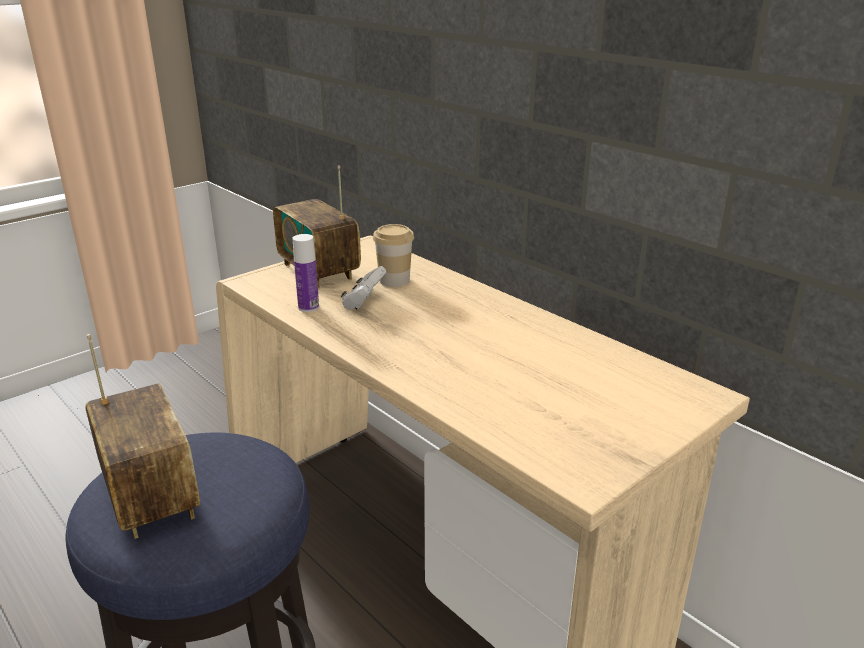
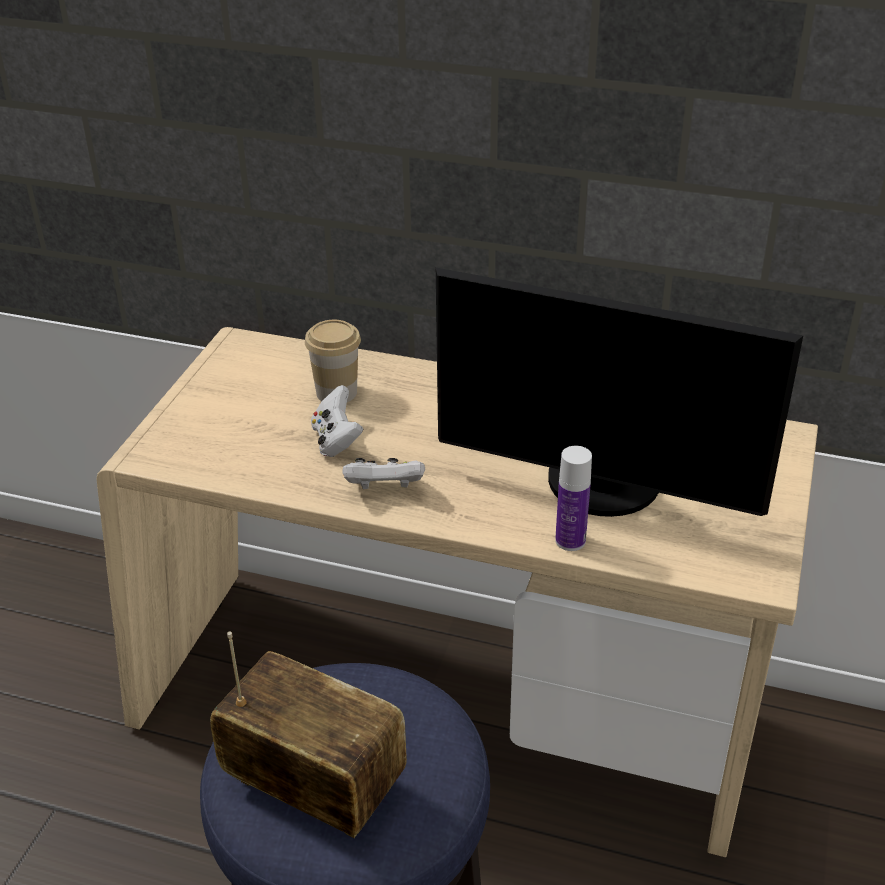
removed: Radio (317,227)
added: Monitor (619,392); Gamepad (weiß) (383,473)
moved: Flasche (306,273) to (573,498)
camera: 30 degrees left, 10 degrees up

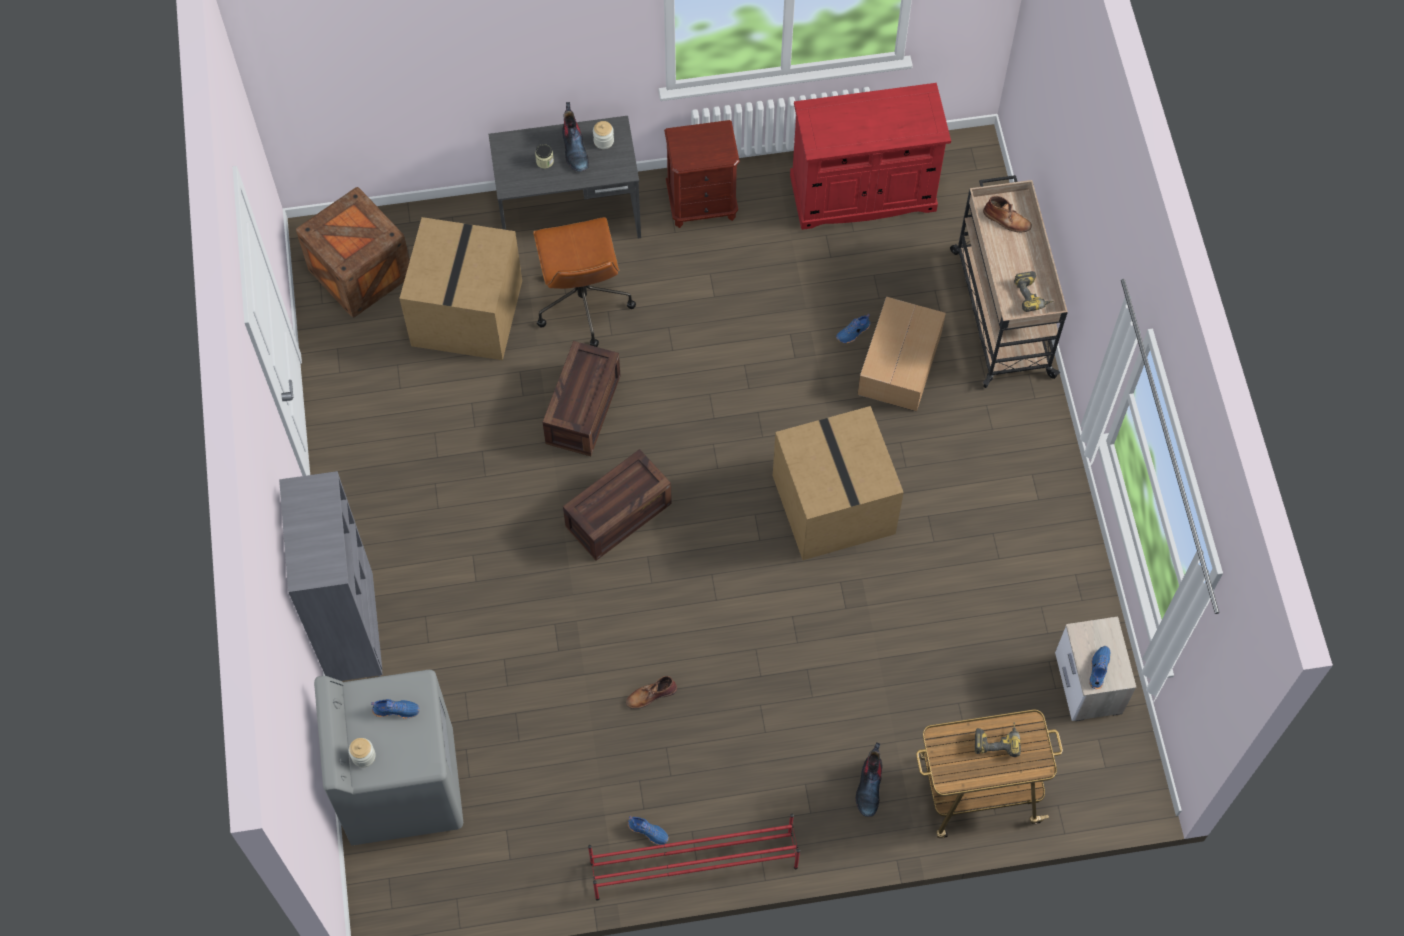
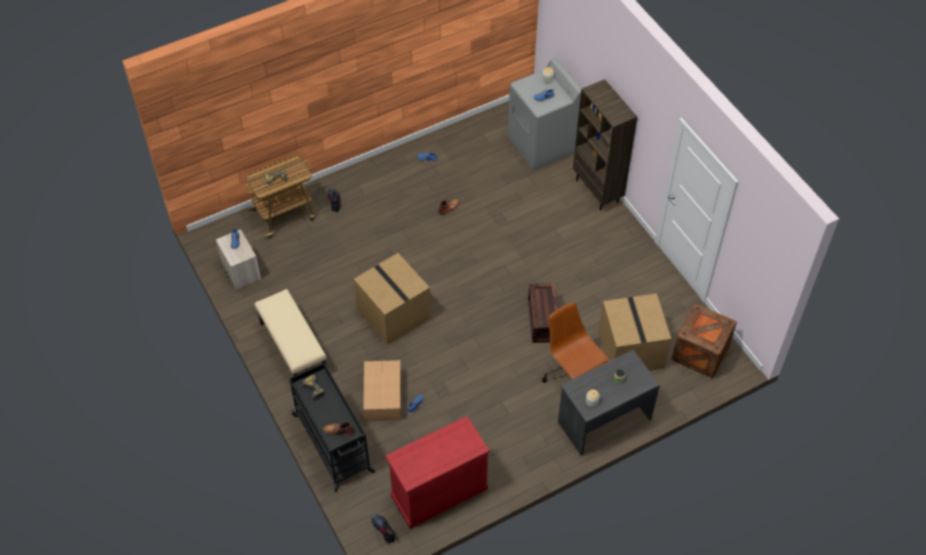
removed: Nachttisch (braun) (702,174); Kiste (617,505); Schuhregal (rot) (694,857)
added: Bank (beige) (290,333)
moved: Stiefel (575,137) to (383,529)
recoloured: Rollwagen (beige) (1009,281) to Rollwagen (schwarz) (332,427); Bücherregal (grau) (330,576) to Bücherregal (braun) (605,144)
camera: 160 degrees right, 10 degrees down

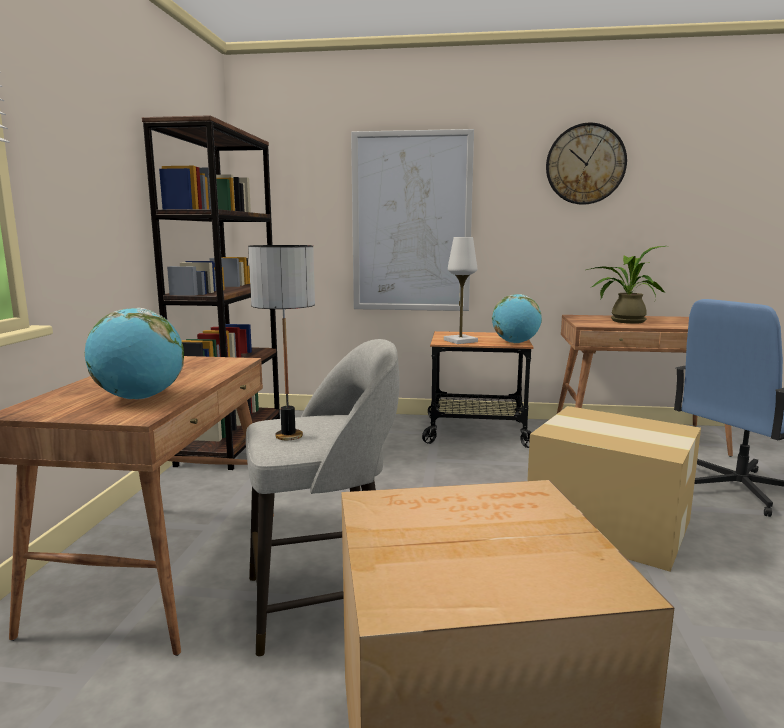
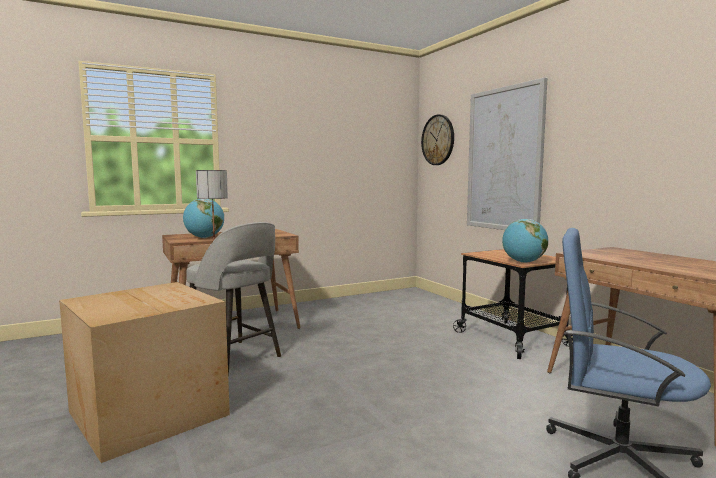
removed: Bücherregal (braun) (211,292); Tischlampe (weiß) (461,290); Topfpflanze (626,285); Karton (614,489)
moved: Wanduhr (586,163) to (437,139)
camera: 55 degrees right, 5 degrees down

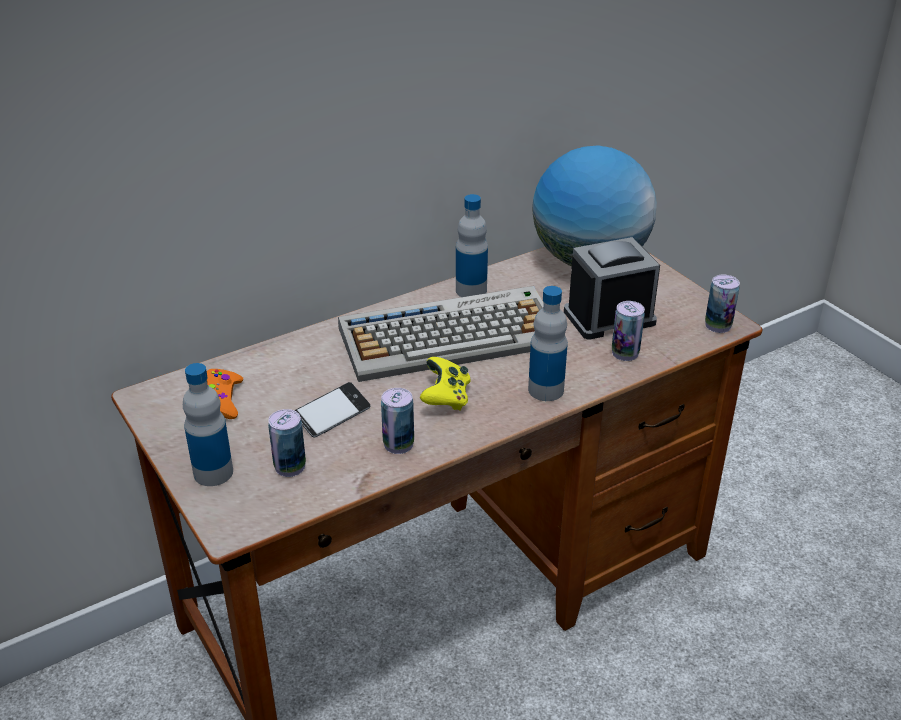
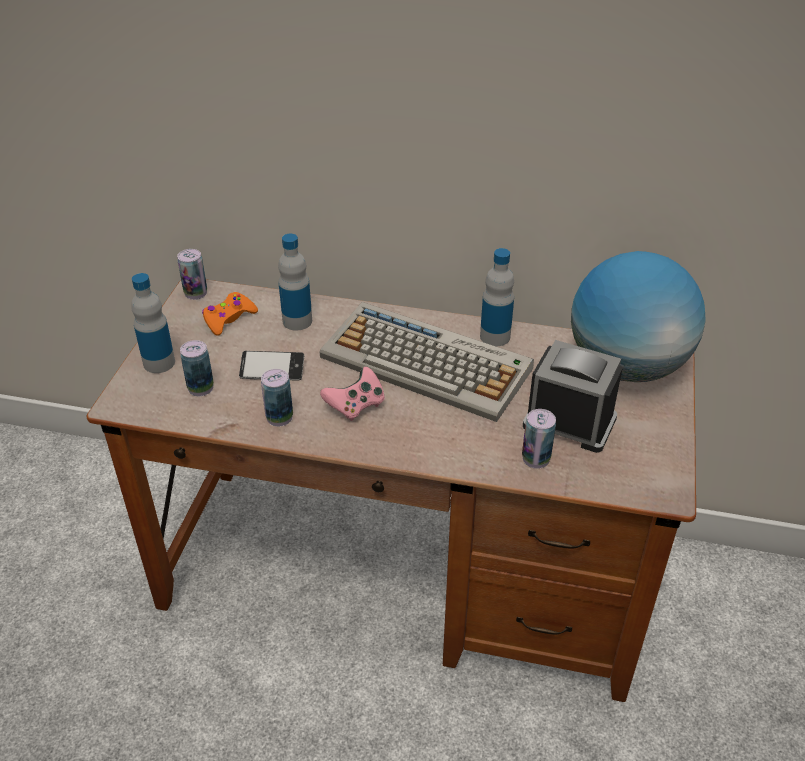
moved: Dose (722,304) to (192,274); Flasche (548,343) to (295,282)
recoloured: Gamepad (gelb) (445,384) to Gamepad (rosa) (352,394)
camera: 45 degrees right, 5 degrees up

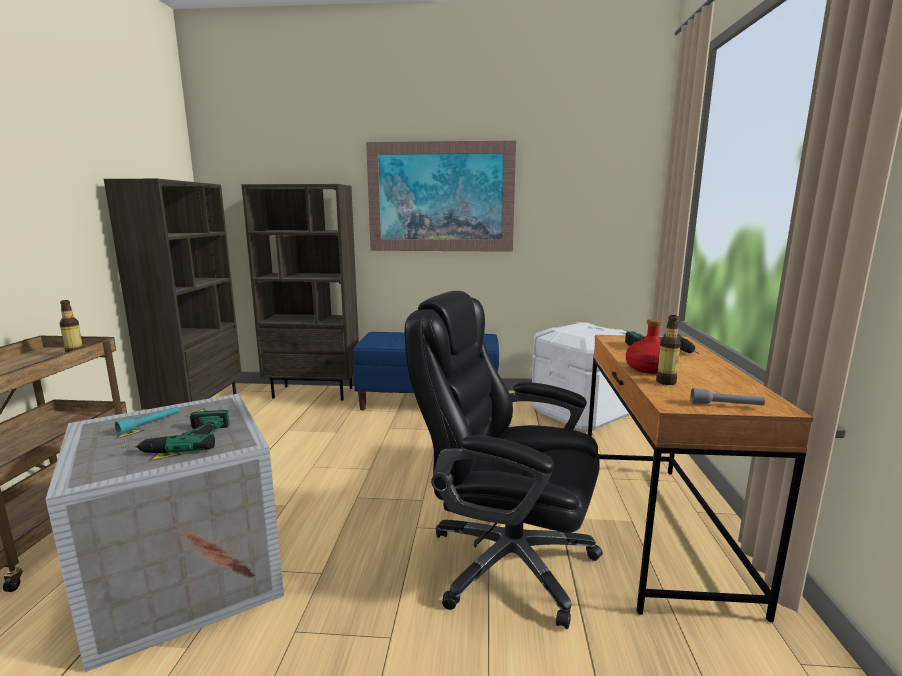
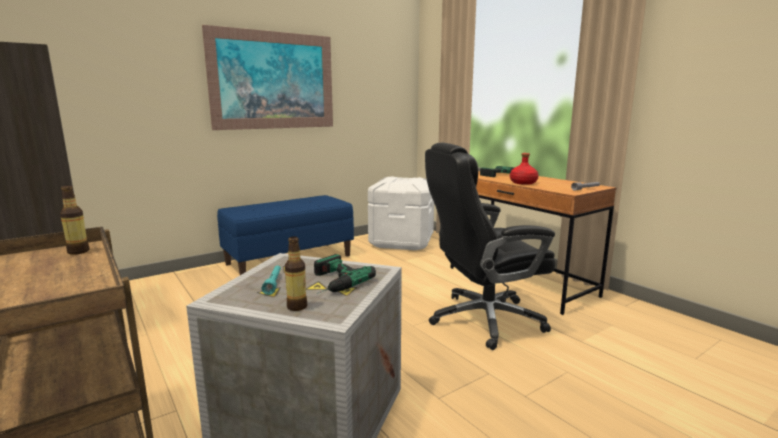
removed: Bücherregal (braun) (300,292)
moved: Flasche (668,350) to (296,273)
camera: 40 degrees left, 0 degrees up

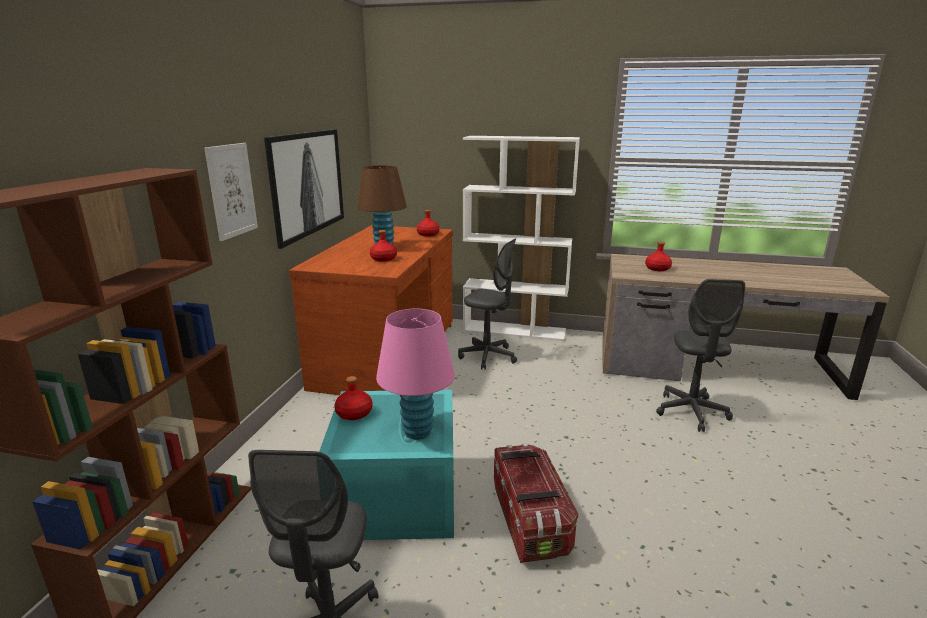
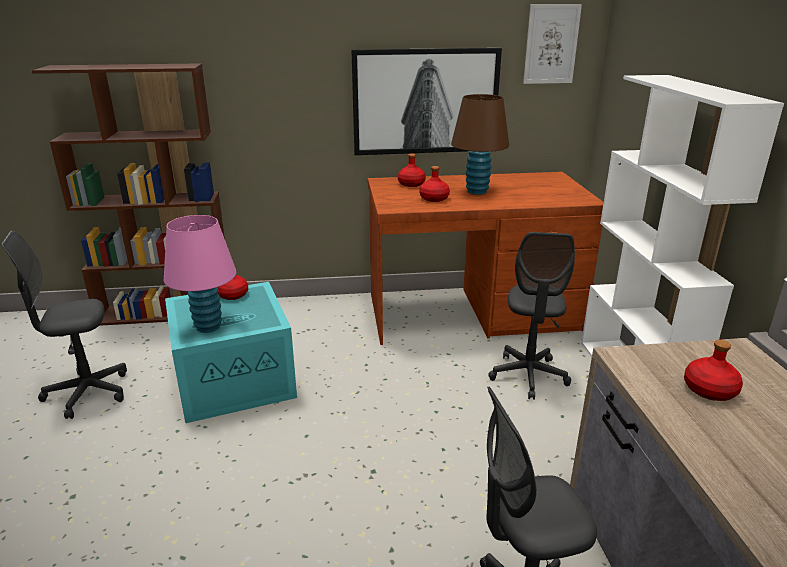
removed: Aufbewahrungsbox (536,503)
moved: Bild (231,192) to (552,44); Flasche (rot) (428,223) to (412,170)
camera: 70 degrees right, 5 degrees up

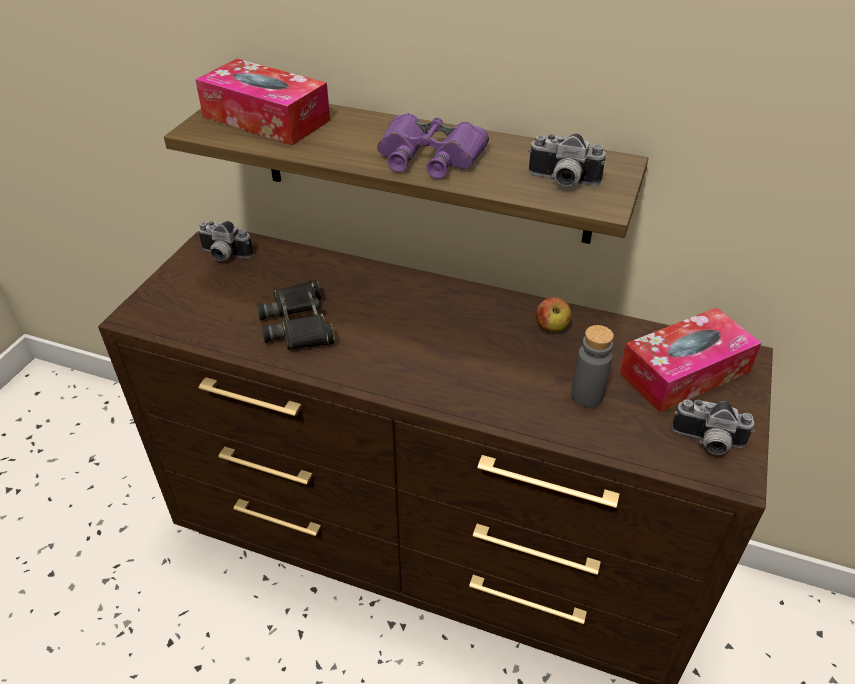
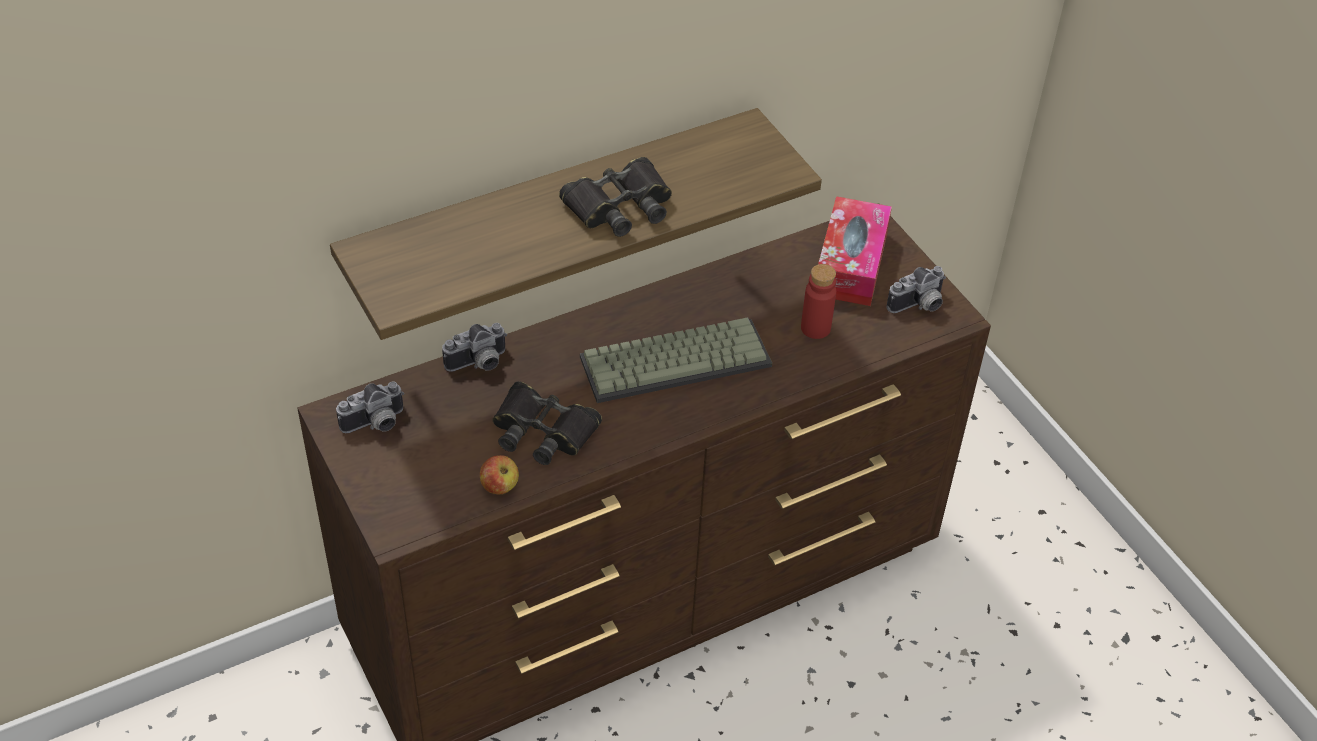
removed: Taschentuchbox (262,102)
added: Tastatur (676,360)
moved: Kamera (567,160) to (474,347); Apfel (554,314) to (499,475)
recoloured: Fernglas (lila) (433,146) to Fernglas (schwarz) (615,197); Flasche (grau) (592,366) to Flasche (rot) (818,301)
camera: 50 degrees left, 5 degrees up

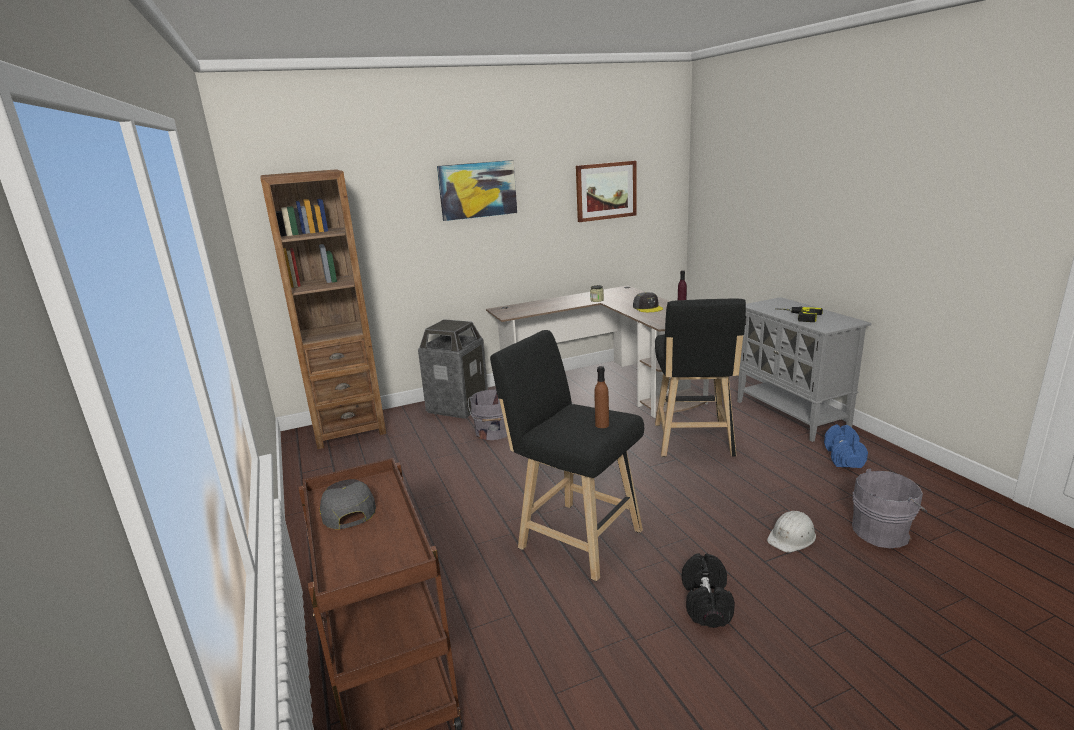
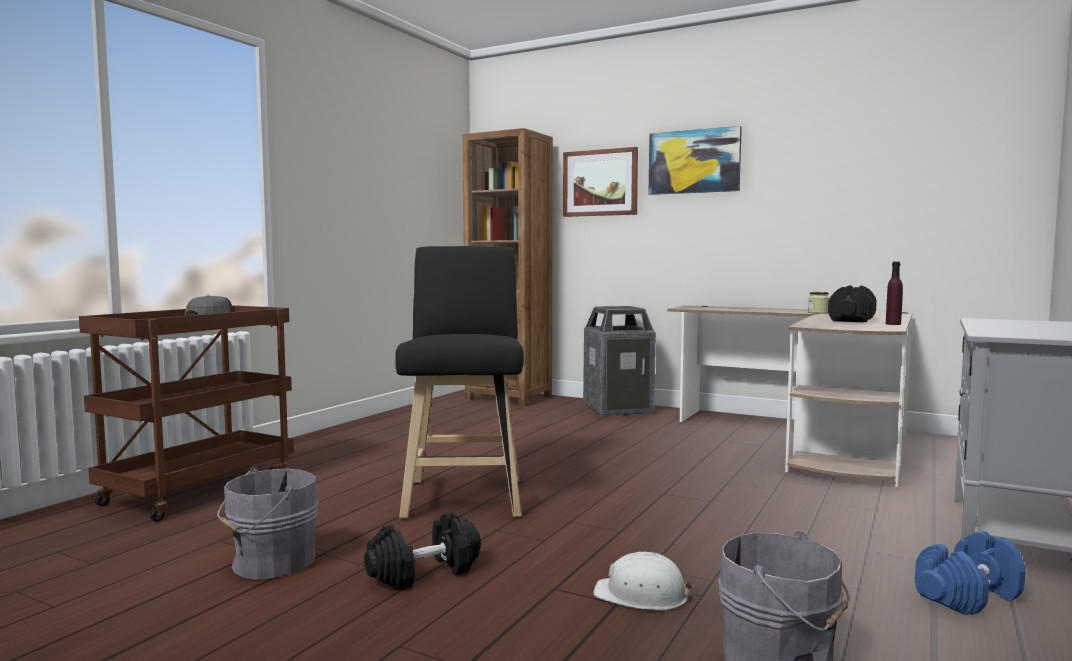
removed: Hocker (schwarz) (700,377); Bohrmaschine (799,314); Flasche (braun) (601,397)
moved: Bild (606,191) to (600,182); Eimer (grau) (487,415) to (268,523)
replaced: Kappe (grau) (648,302) to Hantel (schwarz) (852,303)
camera: 50 degrees right, 15 degrees down

